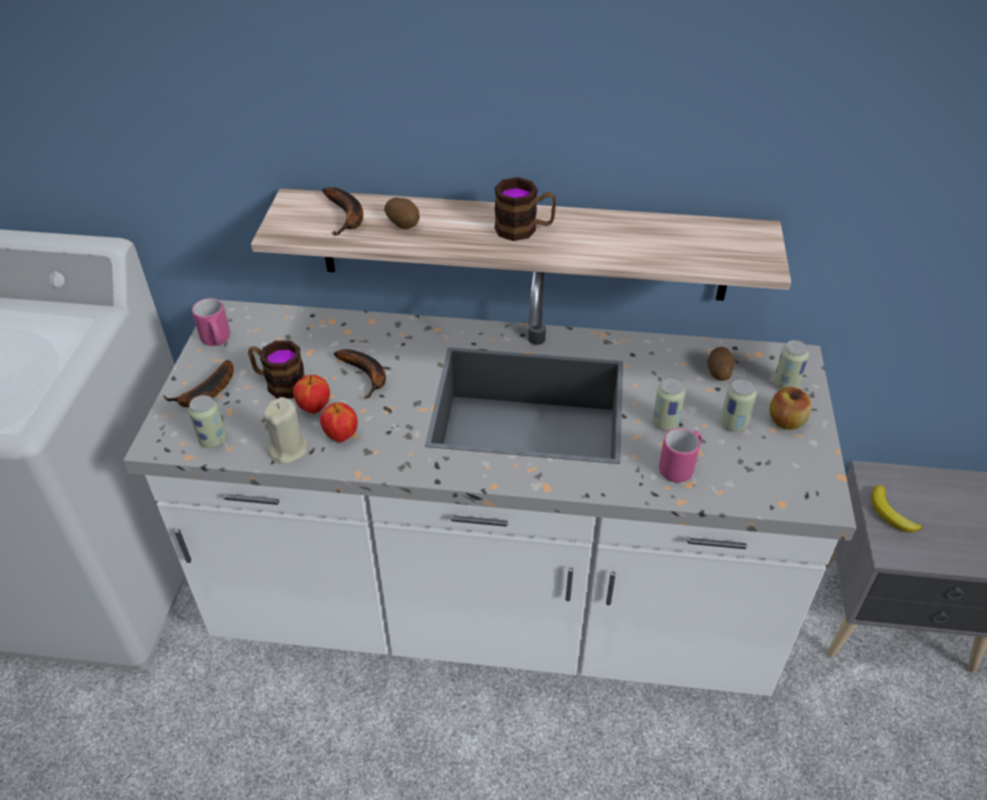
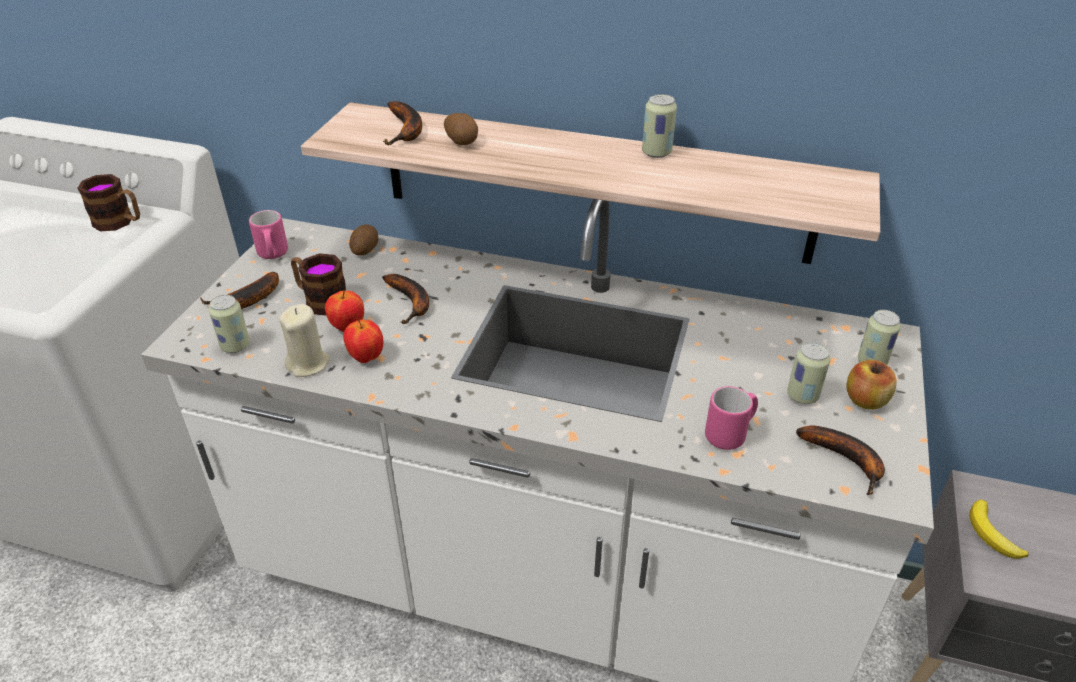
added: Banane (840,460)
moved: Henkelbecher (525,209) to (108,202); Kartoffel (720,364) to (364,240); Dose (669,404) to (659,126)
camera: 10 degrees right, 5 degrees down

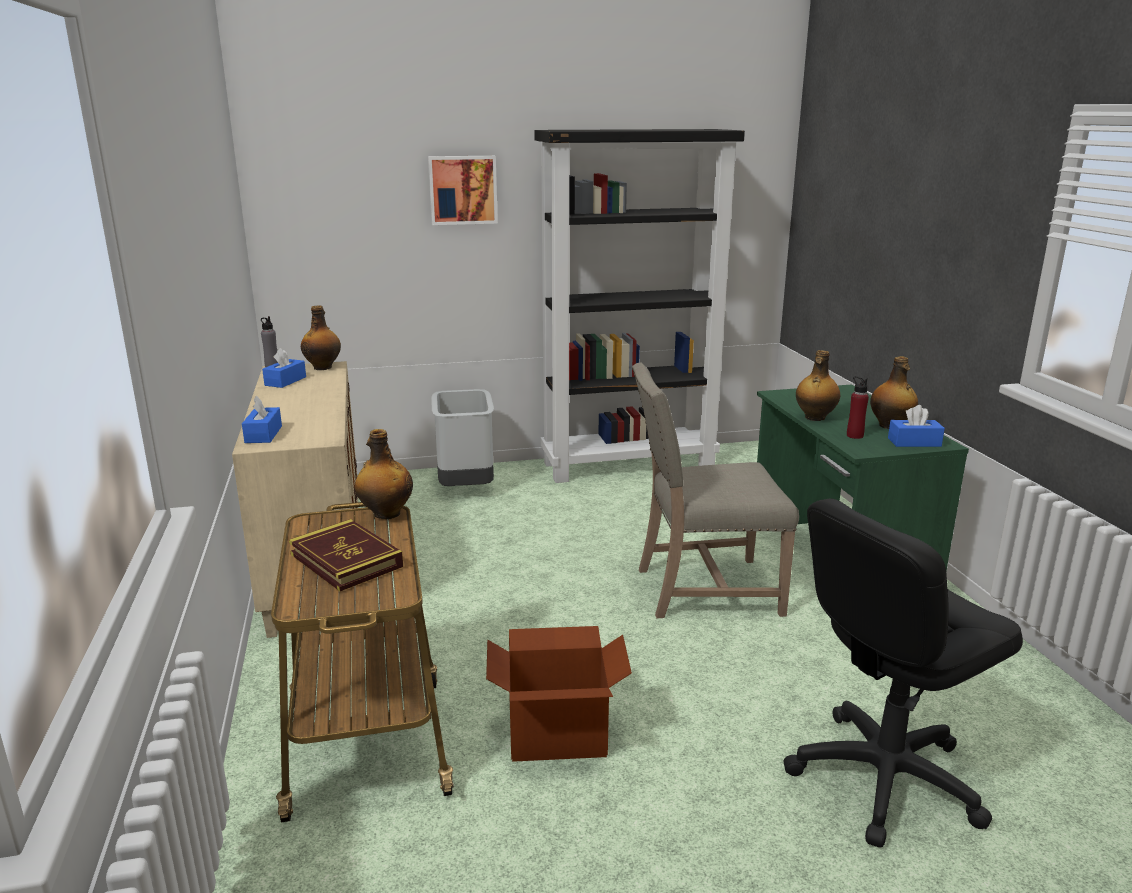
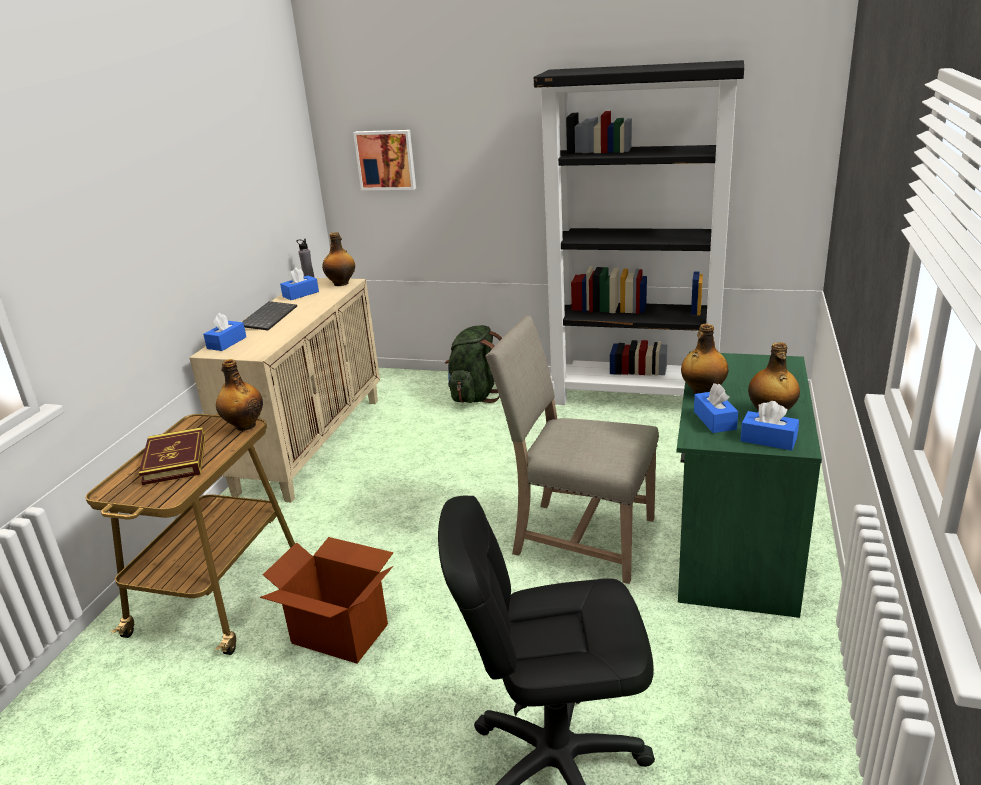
added: Tastatur (269,315)
moved: Bild (463,190) to (384,160)
replaced: Flasche (rot) (858,407) to Taschentuchbox (blau) (716,408); Mülleimer (grau) (462,437) to Rucksack (grün) (473,364)
camera: 30 degrees right, 5 degrees up

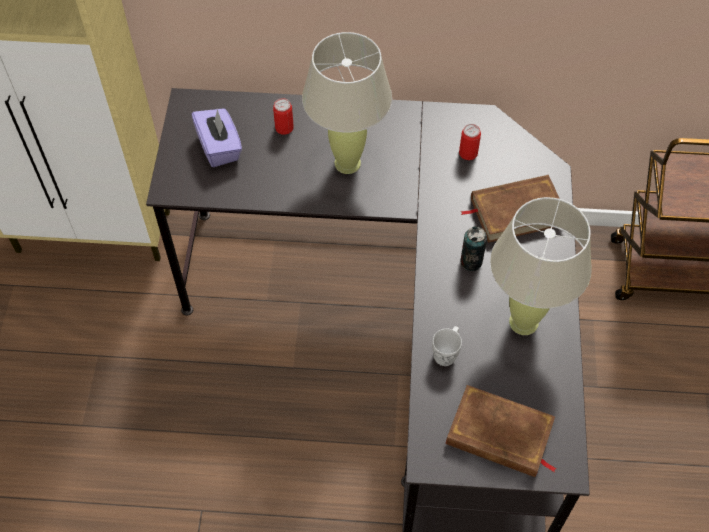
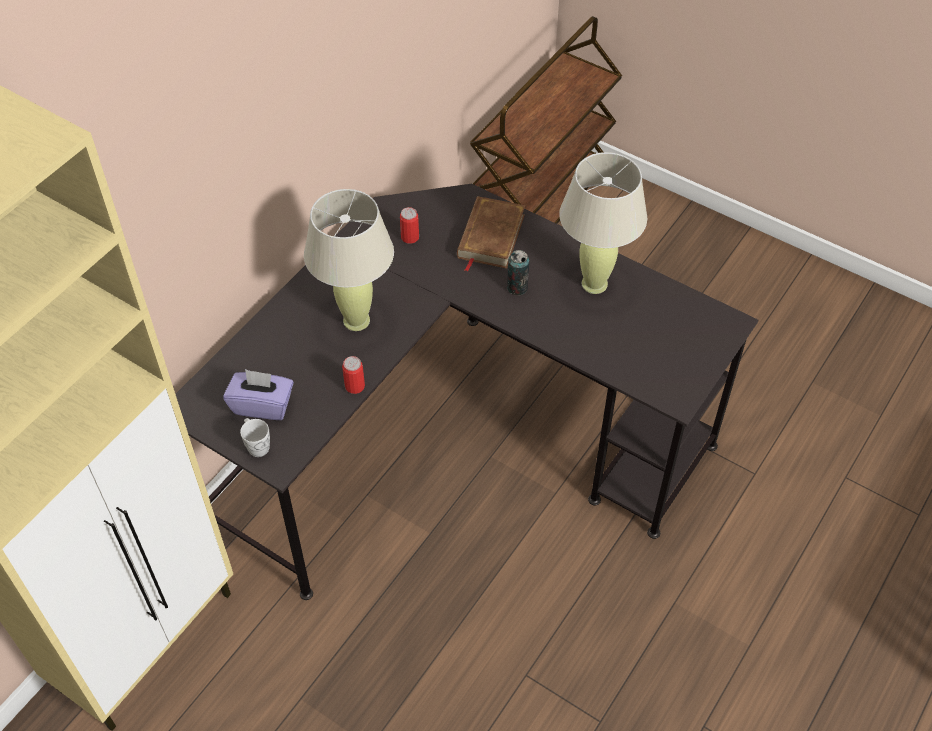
removed: Buch (braun) (501,431)
moved: Dose (283,116) to (353,375); Henkelbecher (weiß) (447,346) to (255,437)
camera: 60 degrees left, 5 degrees down

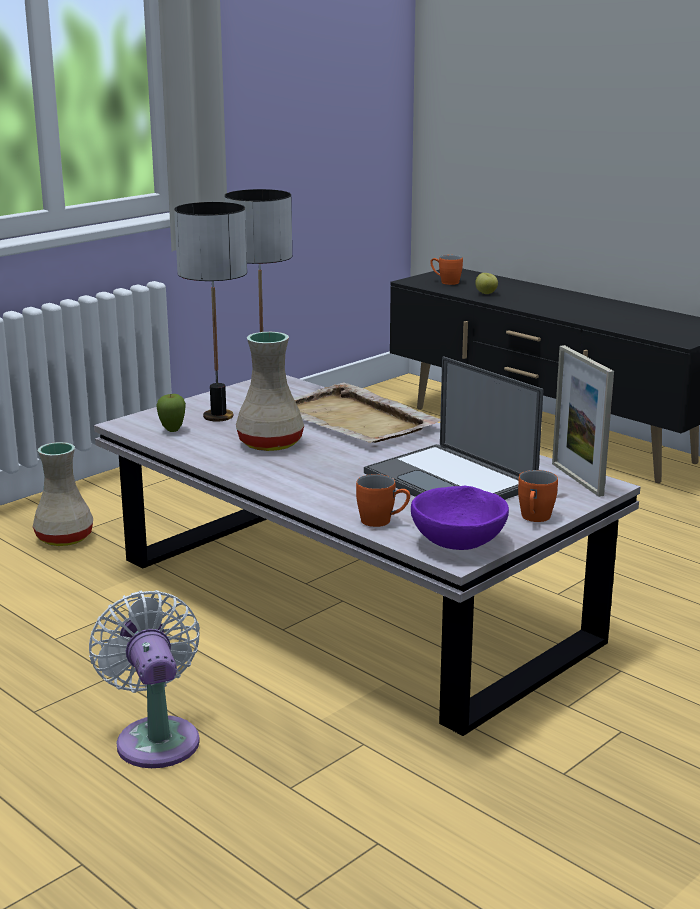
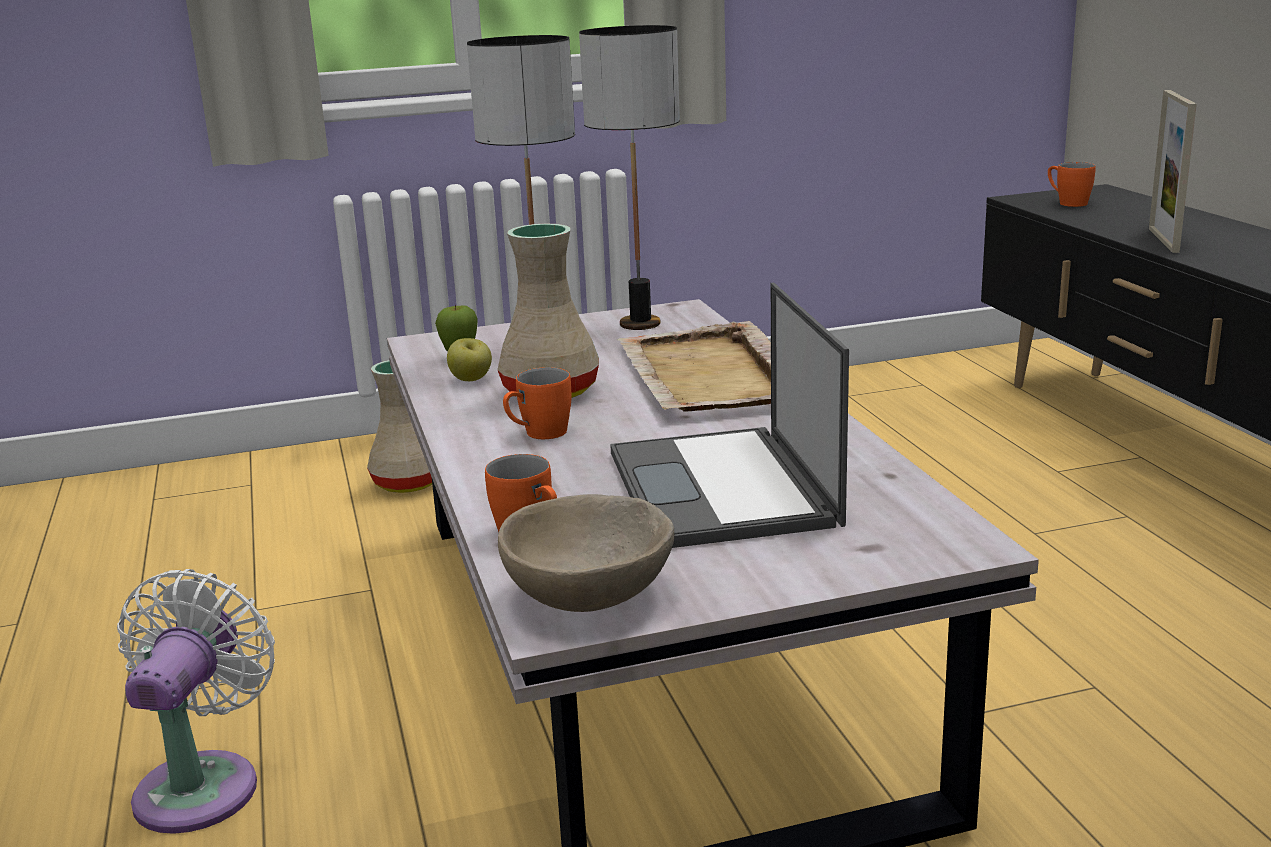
moved: Apfel (486,283) to (469,359); Bilderrahmen (583,421) to (1173,171); Henkelbecher (orange) (538,496) to (537,403)
recoloured: Schüssel (lila) (460,518) to Schüssel (beige) (586,553)
camera: 30 degrees right, 0 degrees up

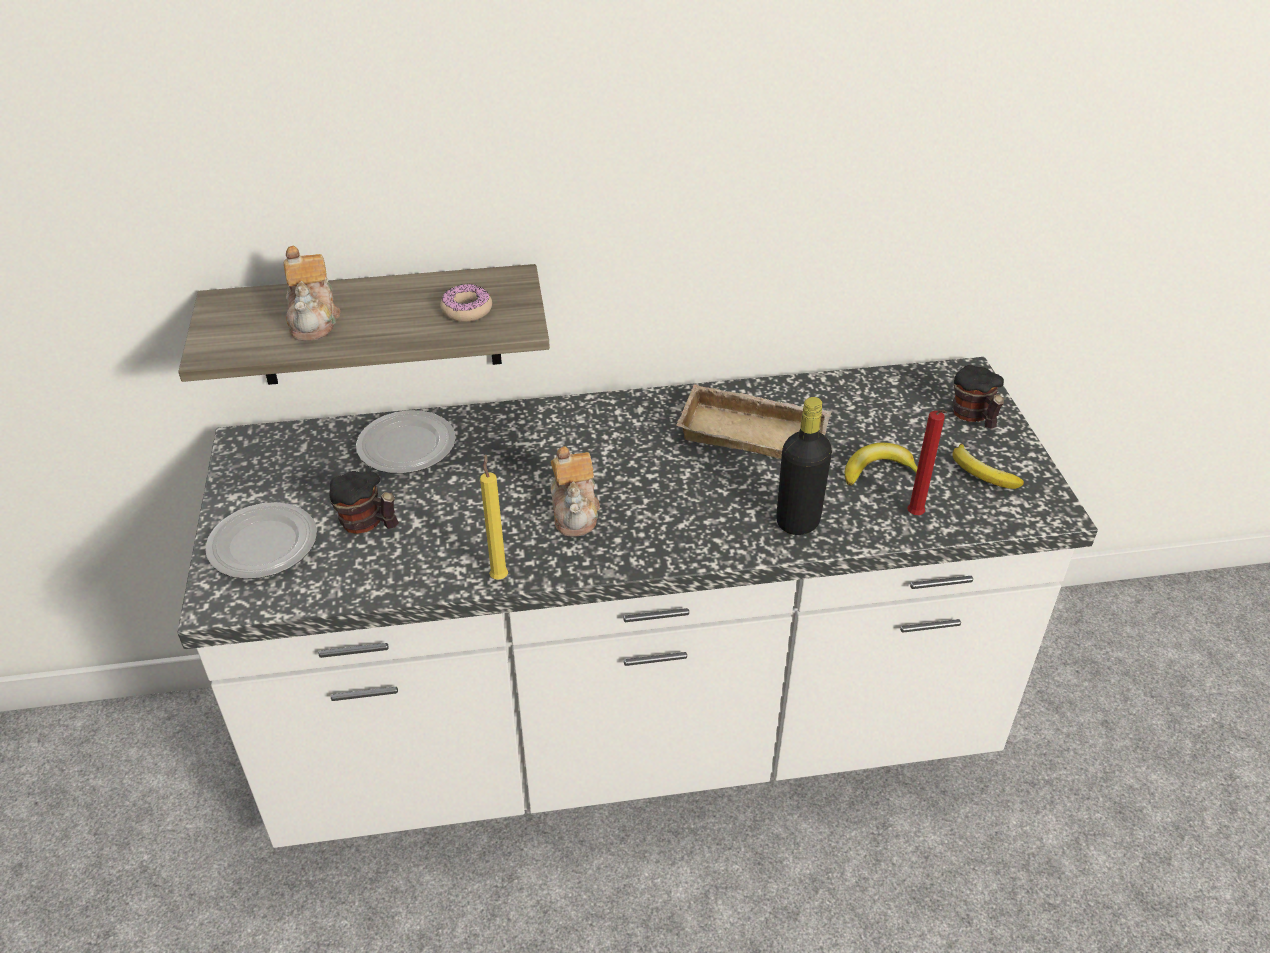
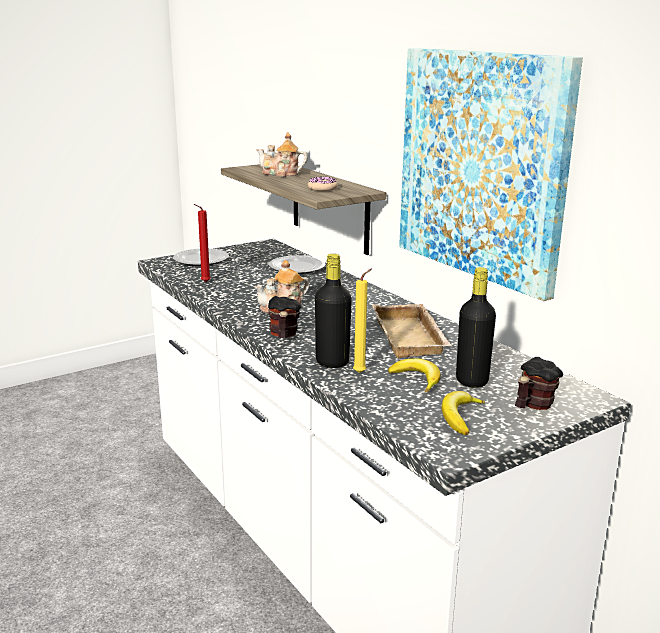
added: Bild (491,174); Flasche (schwarz) (476,327)
moved: Kerze (rot) (927,462) to (202,243); Kerze (gelb) (494,517) to (362,320); Henkelbecher (364,502) to (284,317)
turned: Teekanne (312,293) = (282,154) 45 degrees clockwise
camera: 65 degrees right, 20 degrees down

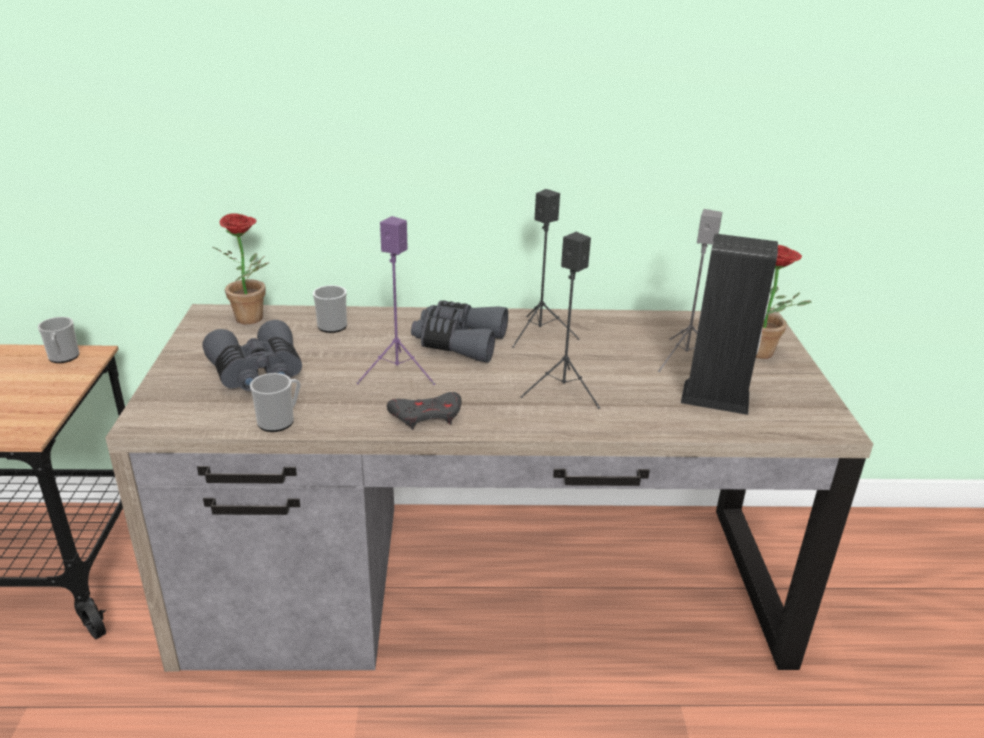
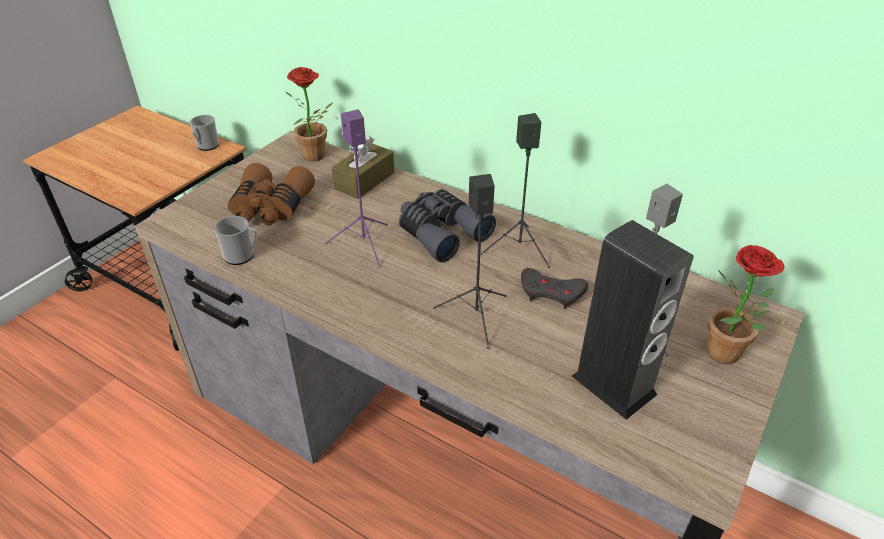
moved: Gamepad (grau) (424,411) to (554,288)
replaced: Henkelbecher (330,309) to Taschentuchbox (braun) (362,167)
recoloured: Fernglas (grau) (252,355) to Fernglas (braun) (271,194)
camera: 35 degrees right, 10 degrees up

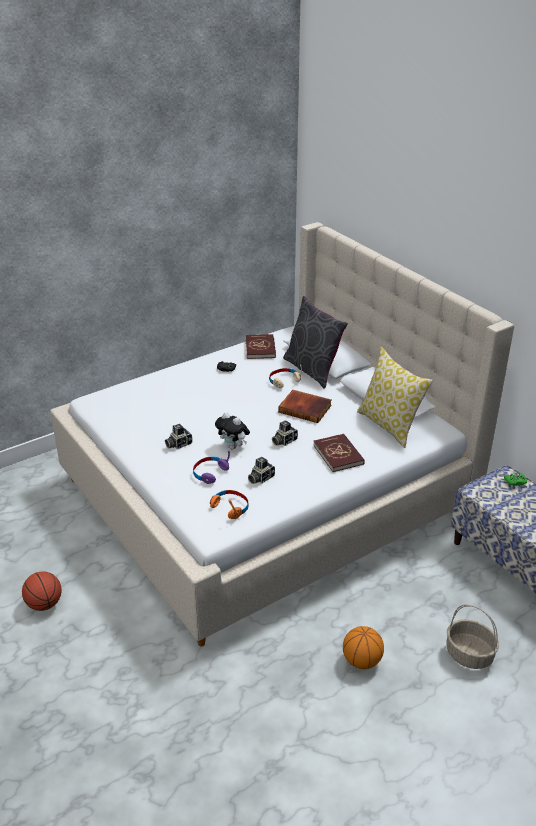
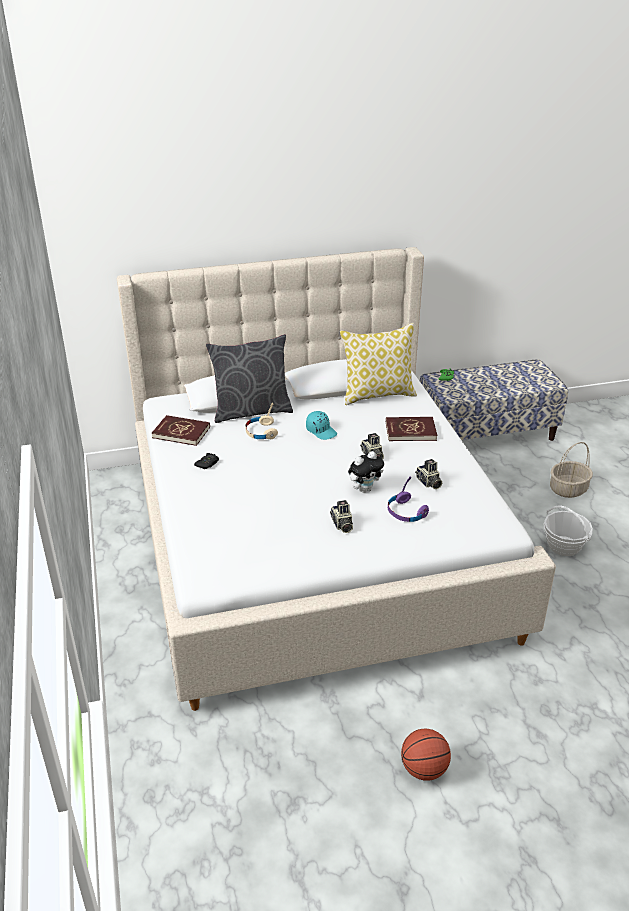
removed: Kopfhörer (orange) (229,504)
replaced: Buch (305,406) to Kappe (türkis) (321,425); Basketball (363,647) to Korb (568,530)
camera: 70 degrees left, 0 degrees up

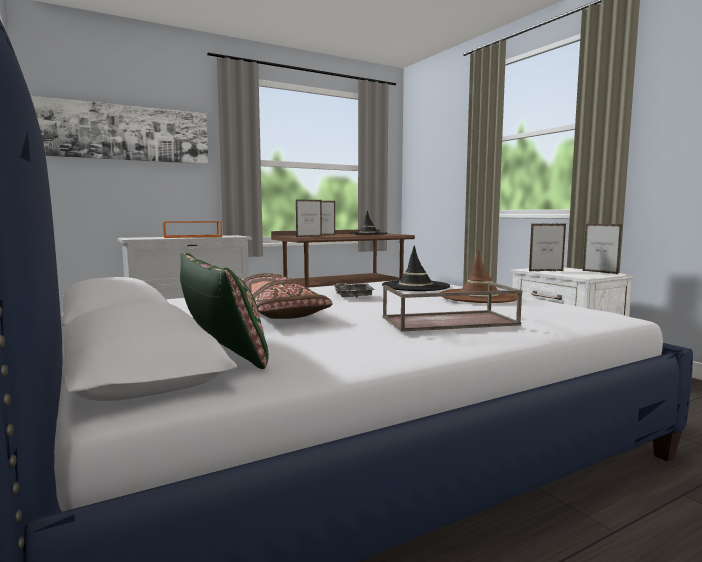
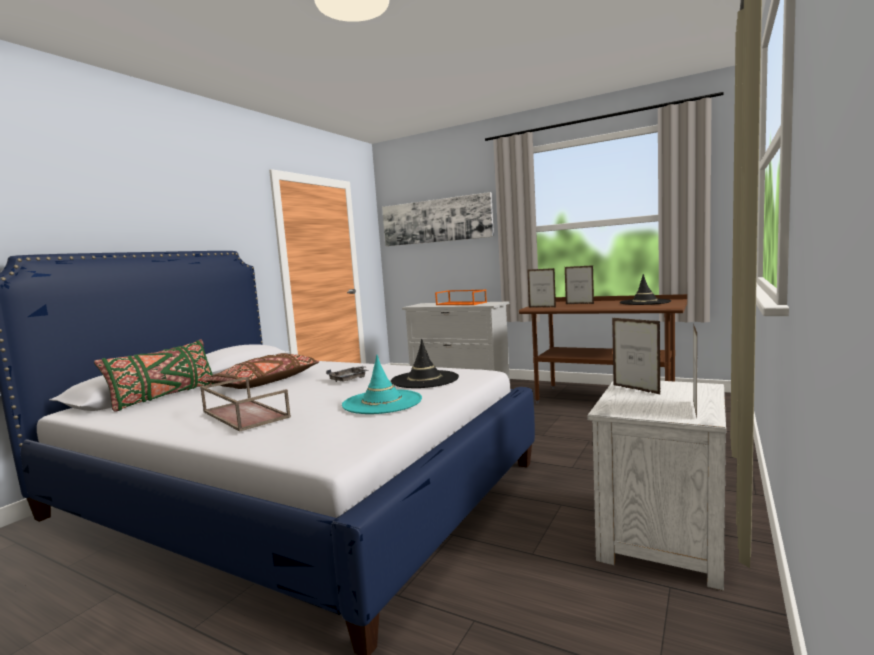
recoloured: Hut (braun) (478,276) to Hut (türkis) (382,384)
camera: 60 degrees right, 0 degrees up

